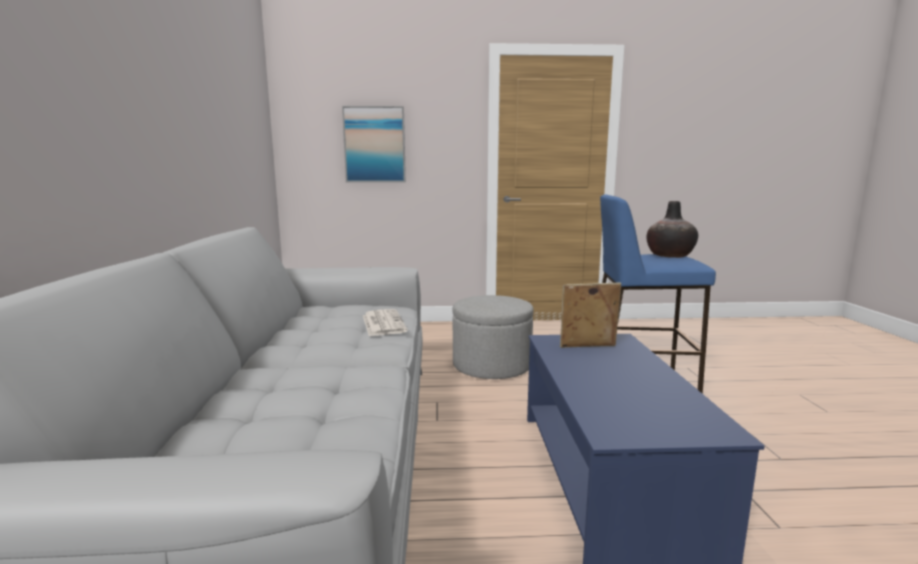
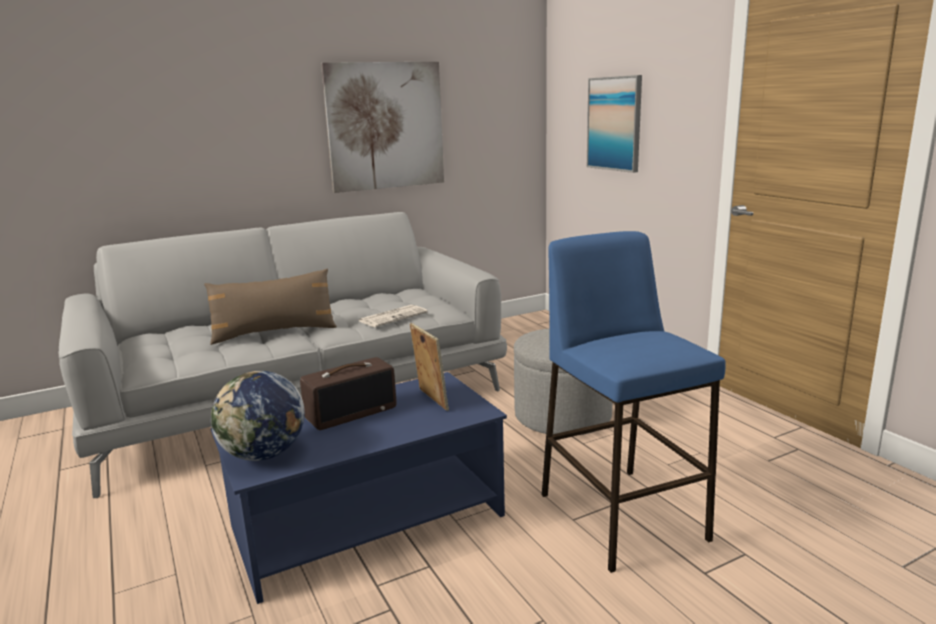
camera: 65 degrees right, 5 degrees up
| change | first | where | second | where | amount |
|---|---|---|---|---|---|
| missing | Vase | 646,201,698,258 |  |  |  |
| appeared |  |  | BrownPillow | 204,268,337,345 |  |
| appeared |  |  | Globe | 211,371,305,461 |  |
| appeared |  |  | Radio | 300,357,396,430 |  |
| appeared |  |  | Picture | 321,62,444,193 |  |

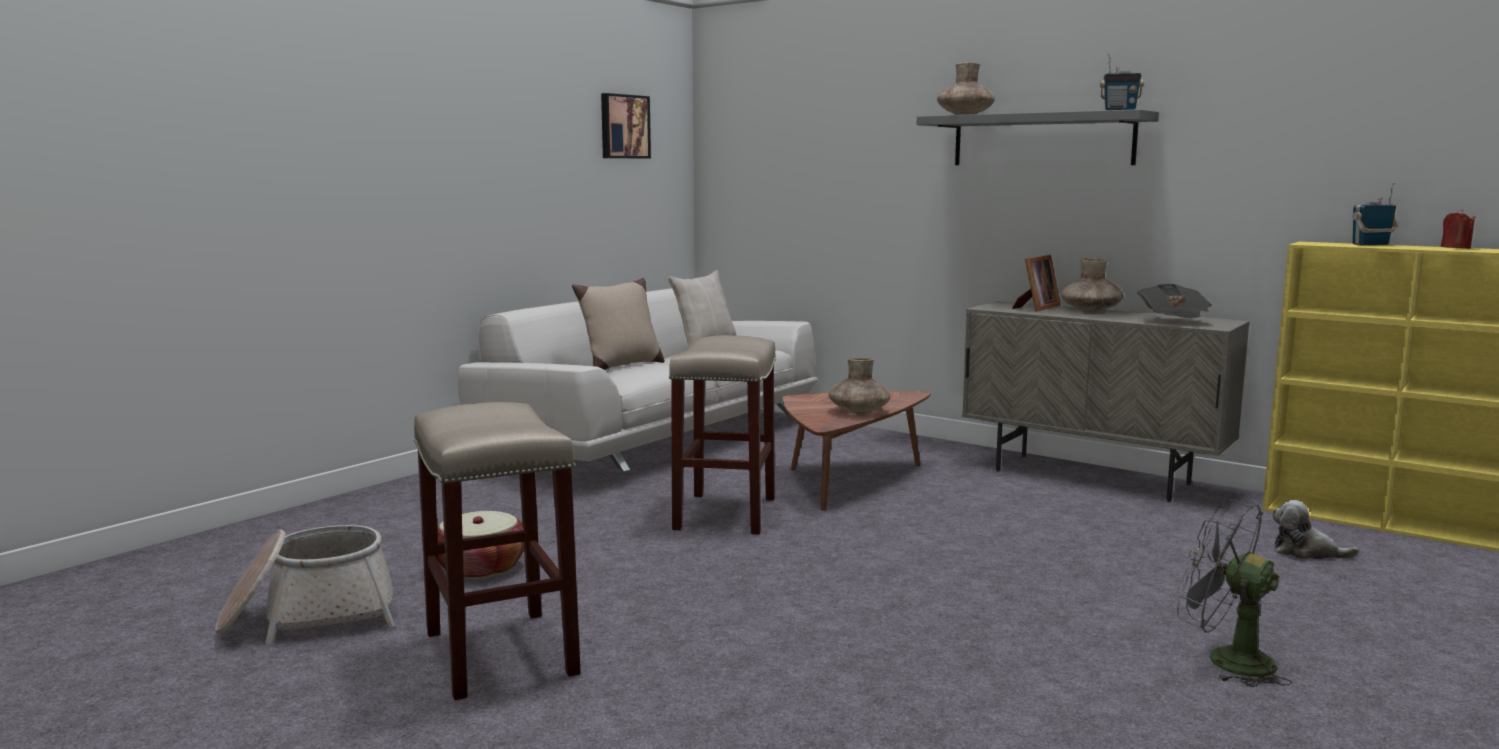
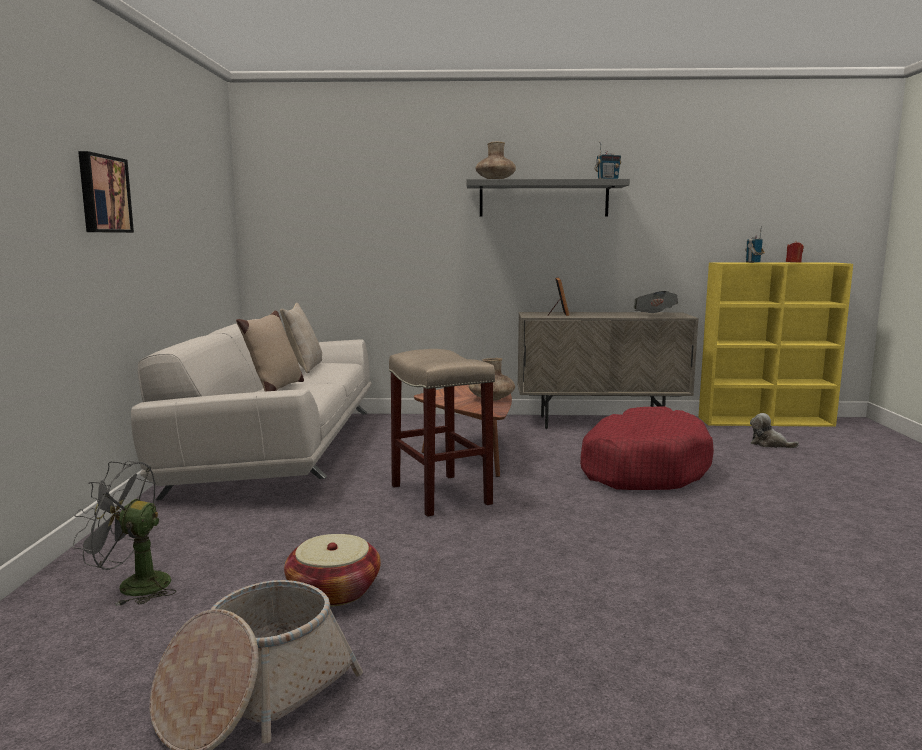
camera: 35 degrees left, 0 degrees up
| change | first | where | second | where | amount |
|---|---|---|---|---|---|
| missing | BeigeStool | 413,402,581,700 |  |  |  |
| missing | BrownVase | 1061,258,1124,312 |  |  |  |
| appeared |  |  | RedDogBed | 580,406,714,490 |  |
| relocated | Picture | 601,93,651,159 |  | 78,151,134,233 |  |
| relocated | GreyFan | 1177,498,1292,687 |  | 73,461,177,606 |  |
| spun | PlushToy | 1272,500,1359,559 |  | 750,413,799,448 | 45 degrees clockwise |

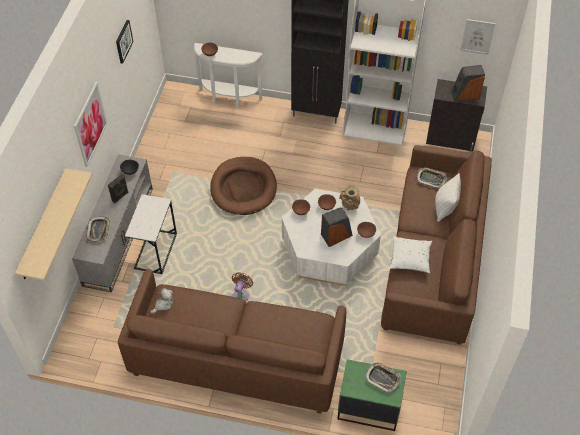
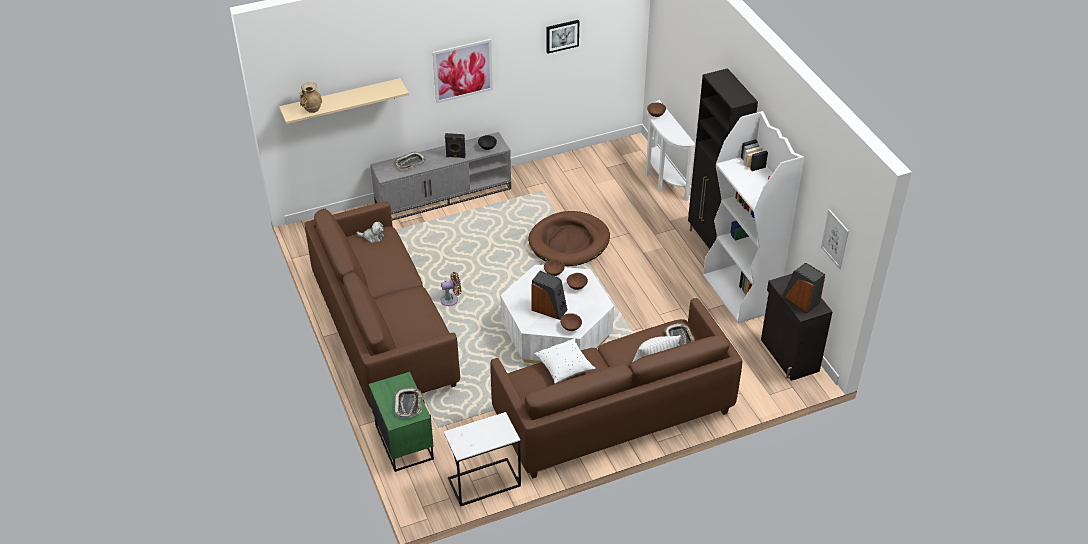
camera: 55 degrees right, 10 degrees down
| change | first | where | second | where | amount |
|---|---|---|---|---|---|
| relocated | WhiteSideTable | 125,194,177,274 |  | 444,412,521,506 |  |
| relocated | BeigeVase | 339,185,360,210 |  | 299,82,322,113 |  |

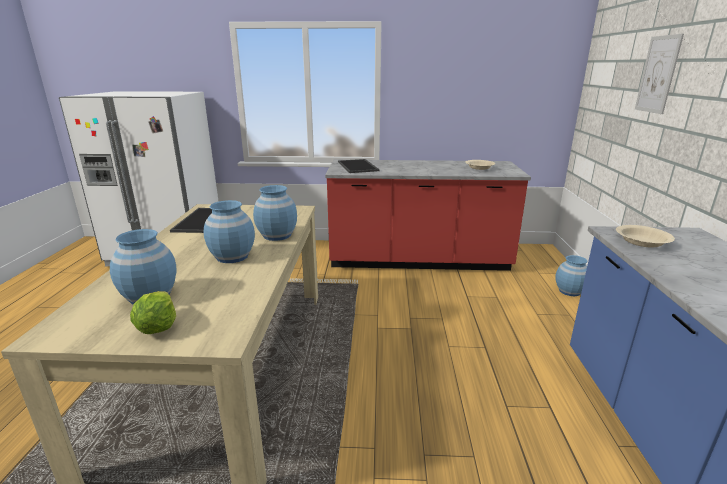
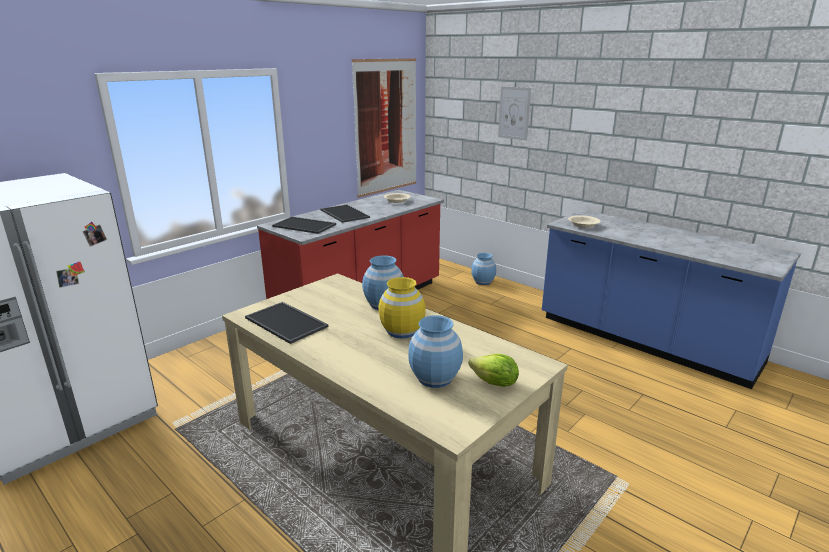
camera: 50 degrees left, 0 degrees up
| change | first | where | second | where | amount |
|---|---|---|---|---|---|
| appeared |  |  | Tray | 321,205,370,223 |  |
| appeared |  |  | Picture | 352,58,416,198 |  |
| colour | BlueVase | 204,200,255,263 | YellowVase | 378,277,426,339 |  |

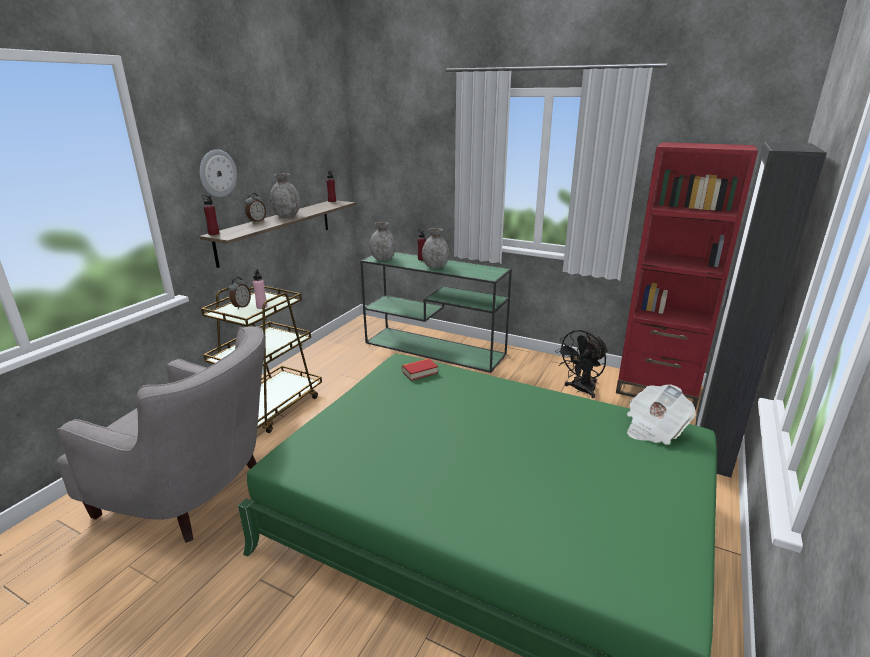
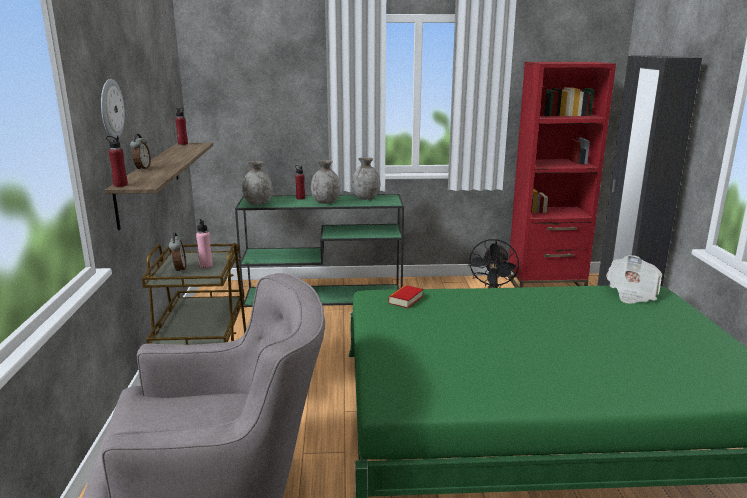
camera: 30 degrees left, 5 degrees down
| change | first | where | second | where | amount |
|---|---|---|---|---|---|
| relocated | GreyVase | 270,173,300,217 |  | 351,157,380,200 |  |

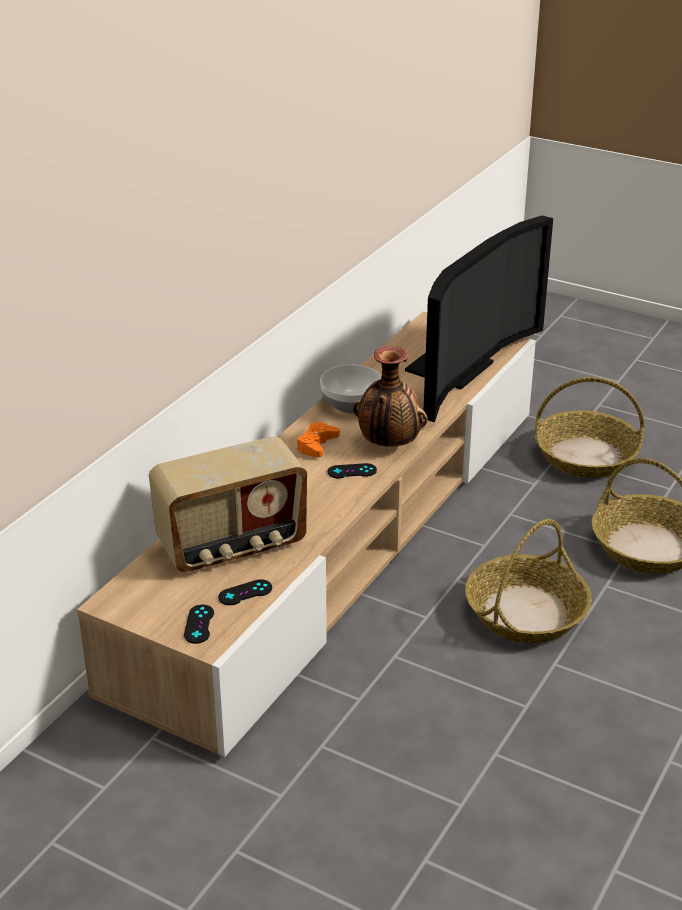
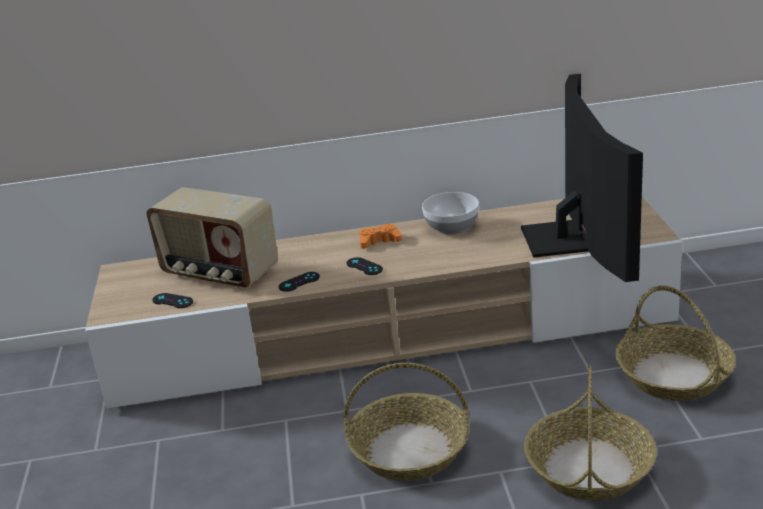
camera: 55 degrees right, 5 degrees down
| change | first | where | second | where | amount |
|---|---|---|---|---|---|
| missing | Vase | 353,346,428,447 |  |  |  |
| relocated | BlackGameController | 184,605,214,644 |  | 279,272,320,292 |  |
| spun | Television | 405,215,553,423 |  | 521,74,643,282 | 90 degrees counterclockwise |

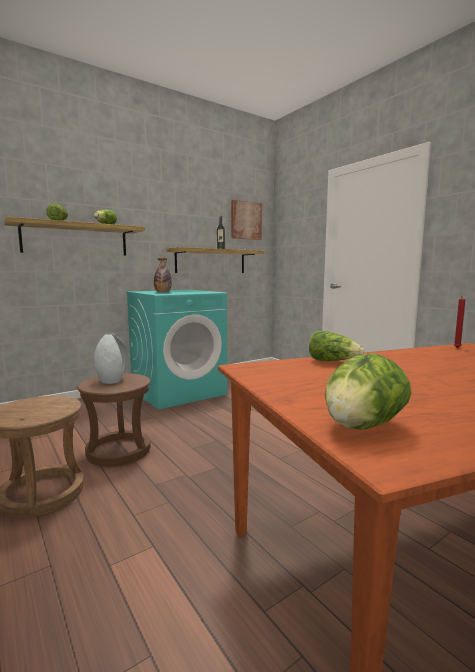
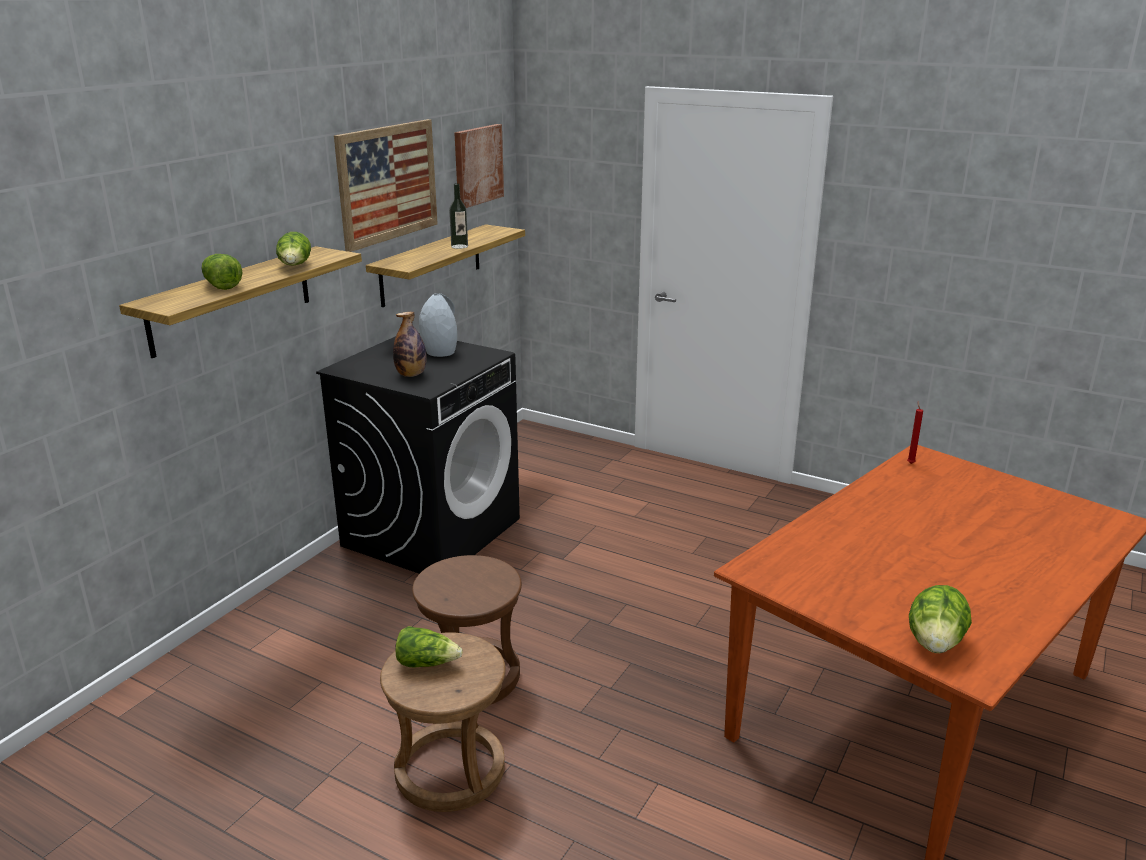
camera: 25 degrees left, 15 degrees up
| change | first | where | second | where | amount |
|---|---|---|---|---|---|
| appeared |  |  | Picture | 334,119,438,252 |  |
| relocated | GreyVase | 94,333,128,384 |  | 419,293,457,357 |  |
| relocated | Lettuce | 309,330,364,361 |  | 395,626,463,667 |  |
| colour | TurquoiseWashingMachine | 126,290,227,410 | BlackWashingMachine | 316,333,520,574 |  |

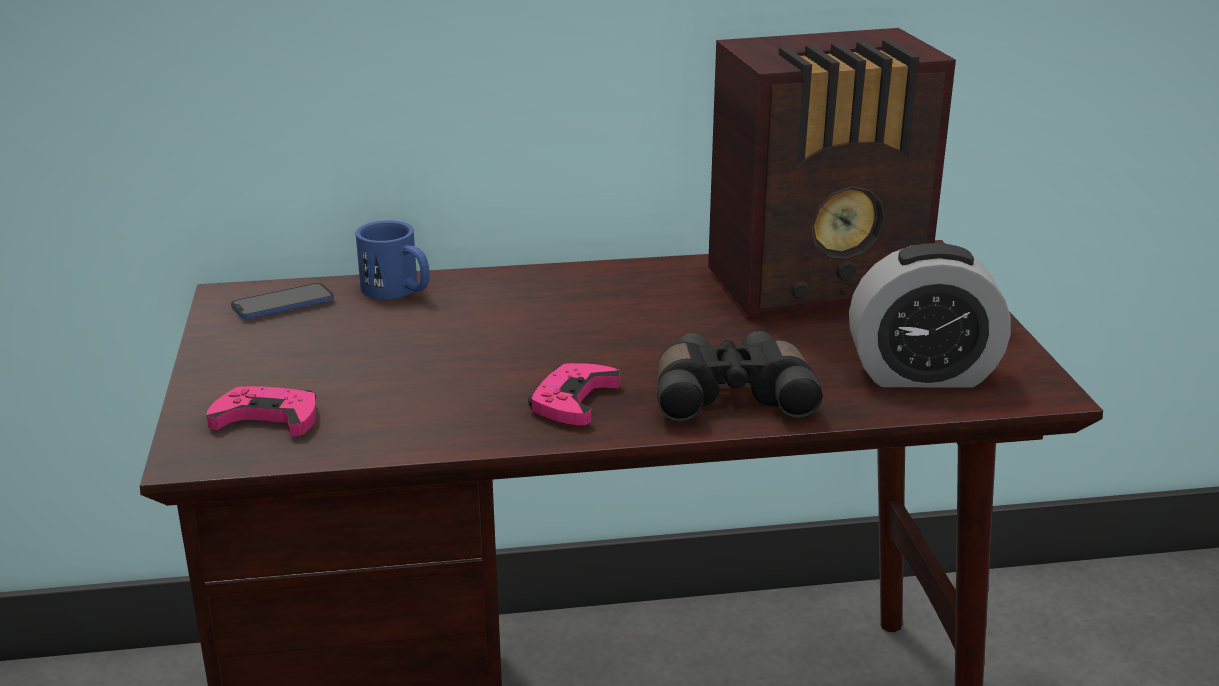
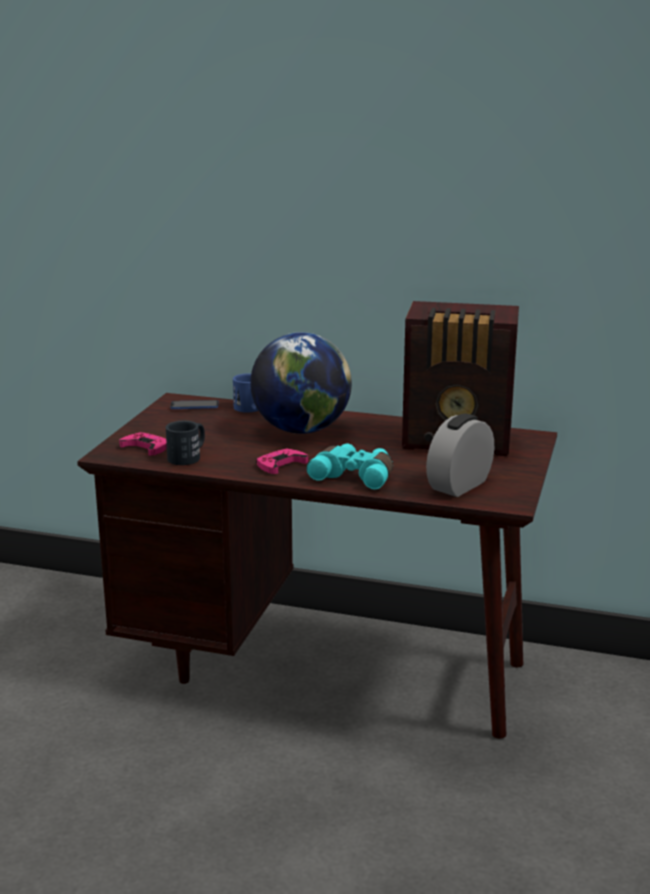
camera: 25 degrees right, 5 degrees down
| change | first | where | second | where | amount |
|---|---|---|---|---|---|
| appeared |  |  | BlackMug | 166,421,205,465 |  |
| appeared |  |  | Globe | 250,332,352,434 |  |
| colour | BlackBinoculars | 657,331,822,421 | TurquoiseBinoculars | 307,443,393,489 |  |
| spun | AlarmClock | 849,243,1011,388 |  | 426,414,494,497 | 105 degrees clockwise |

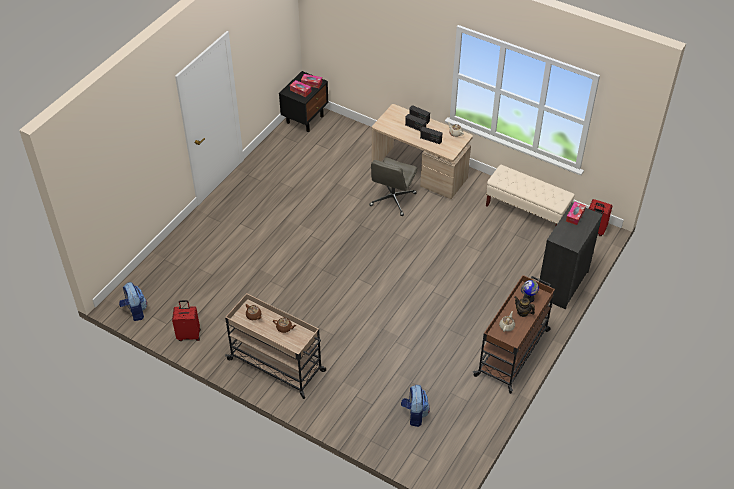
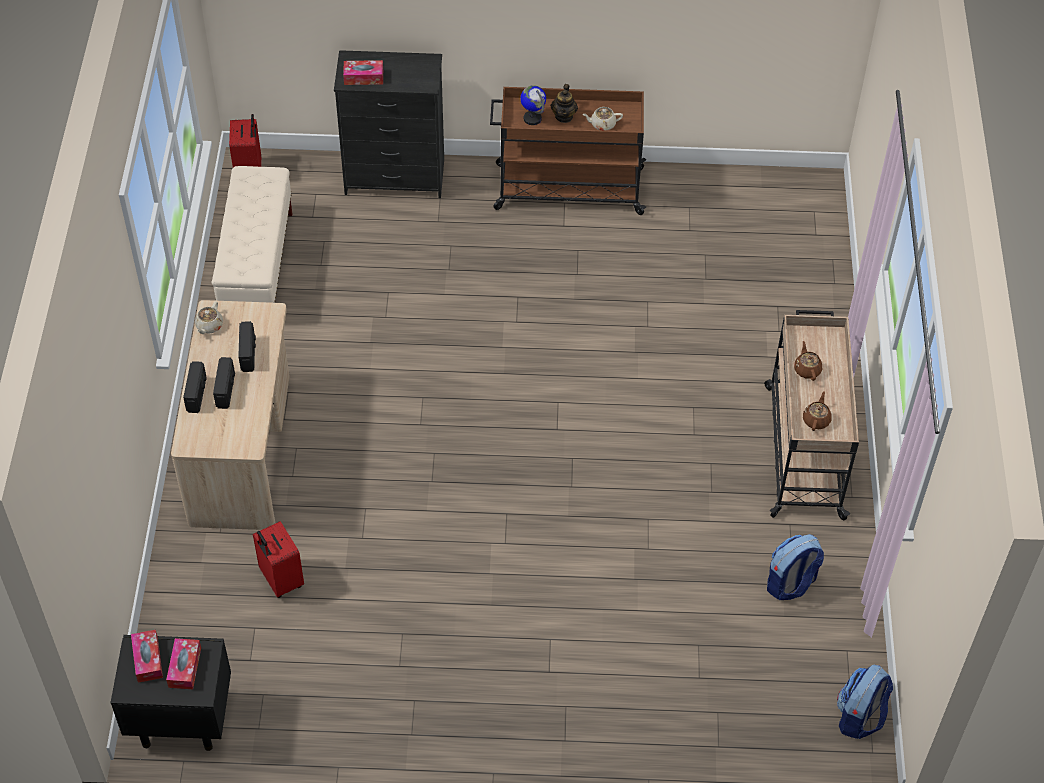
camera: 120 degrees left, 5 degrees up
| change | first | where | second | where | amount |
|---|---|---|---|---|---|
| missing | GreyOfficeChair | 369,158,417,216 |  |  |  |
| relocated | RedSuitcase | 172,300,201,341 |  | 253,521,304,598 |  |
| relocated | Backpack | 401,385,430,427 |  | 767,534,824,600 |  |

